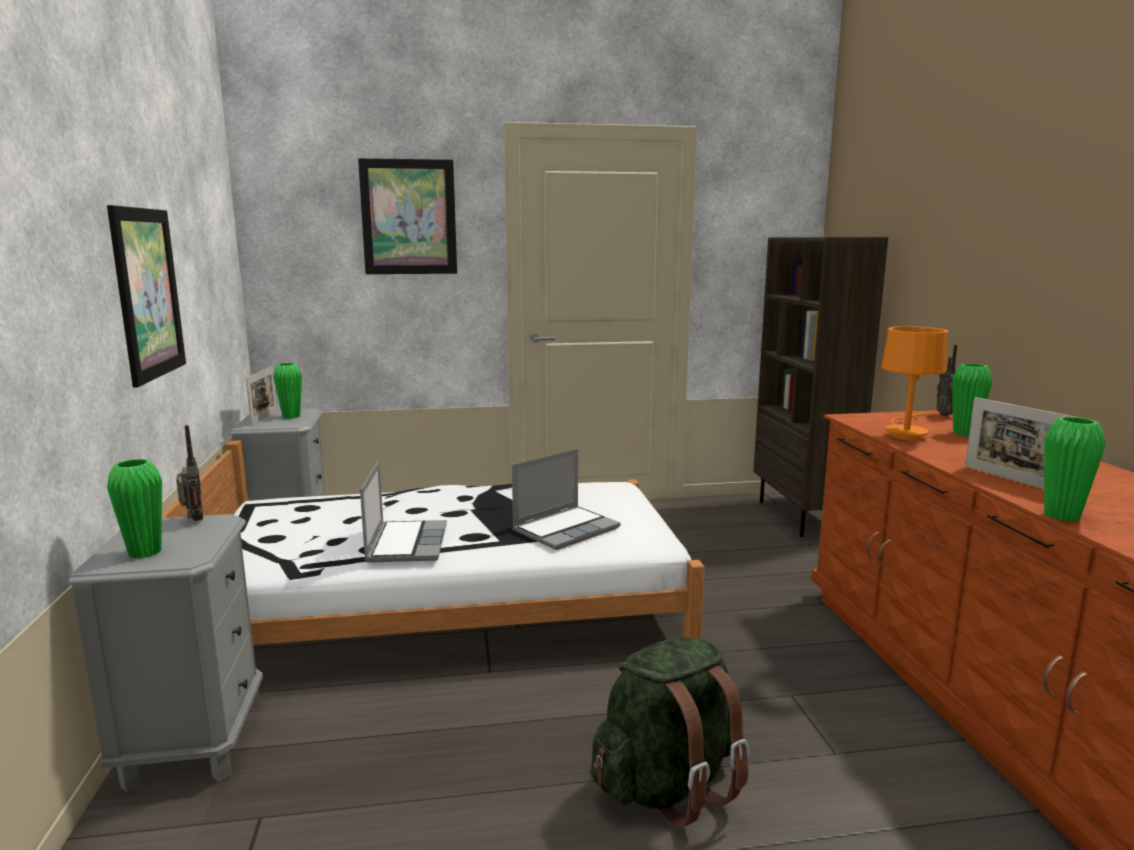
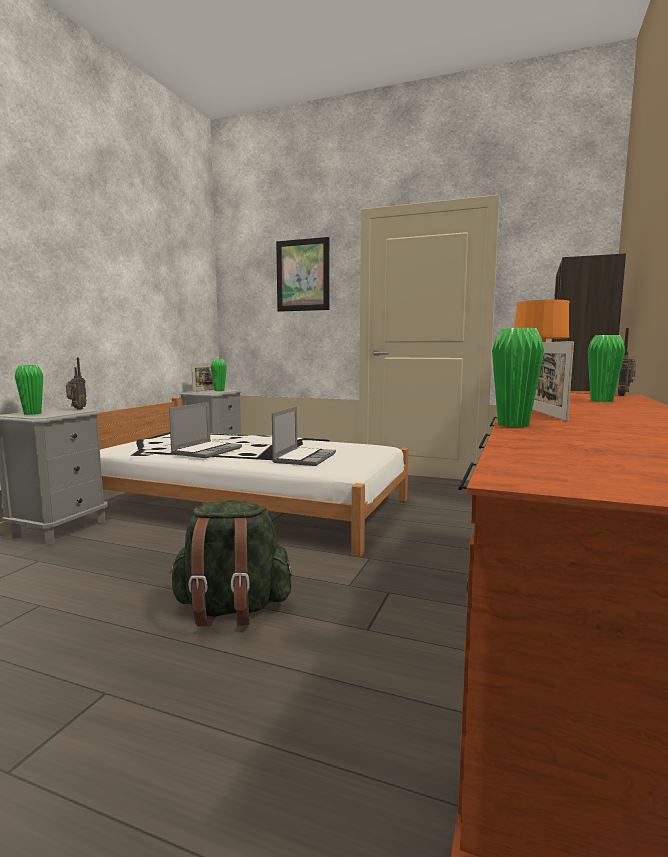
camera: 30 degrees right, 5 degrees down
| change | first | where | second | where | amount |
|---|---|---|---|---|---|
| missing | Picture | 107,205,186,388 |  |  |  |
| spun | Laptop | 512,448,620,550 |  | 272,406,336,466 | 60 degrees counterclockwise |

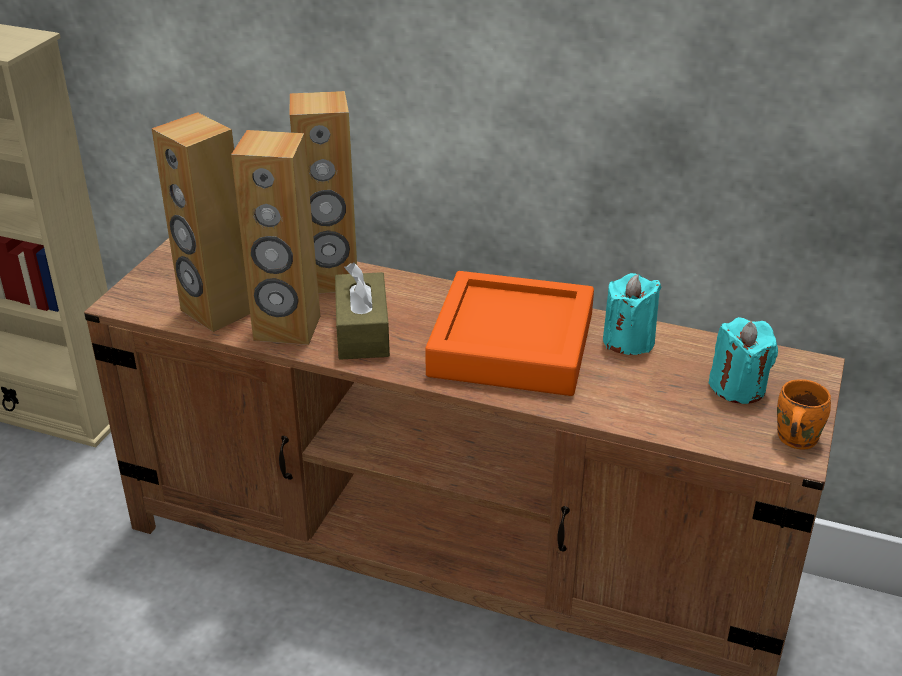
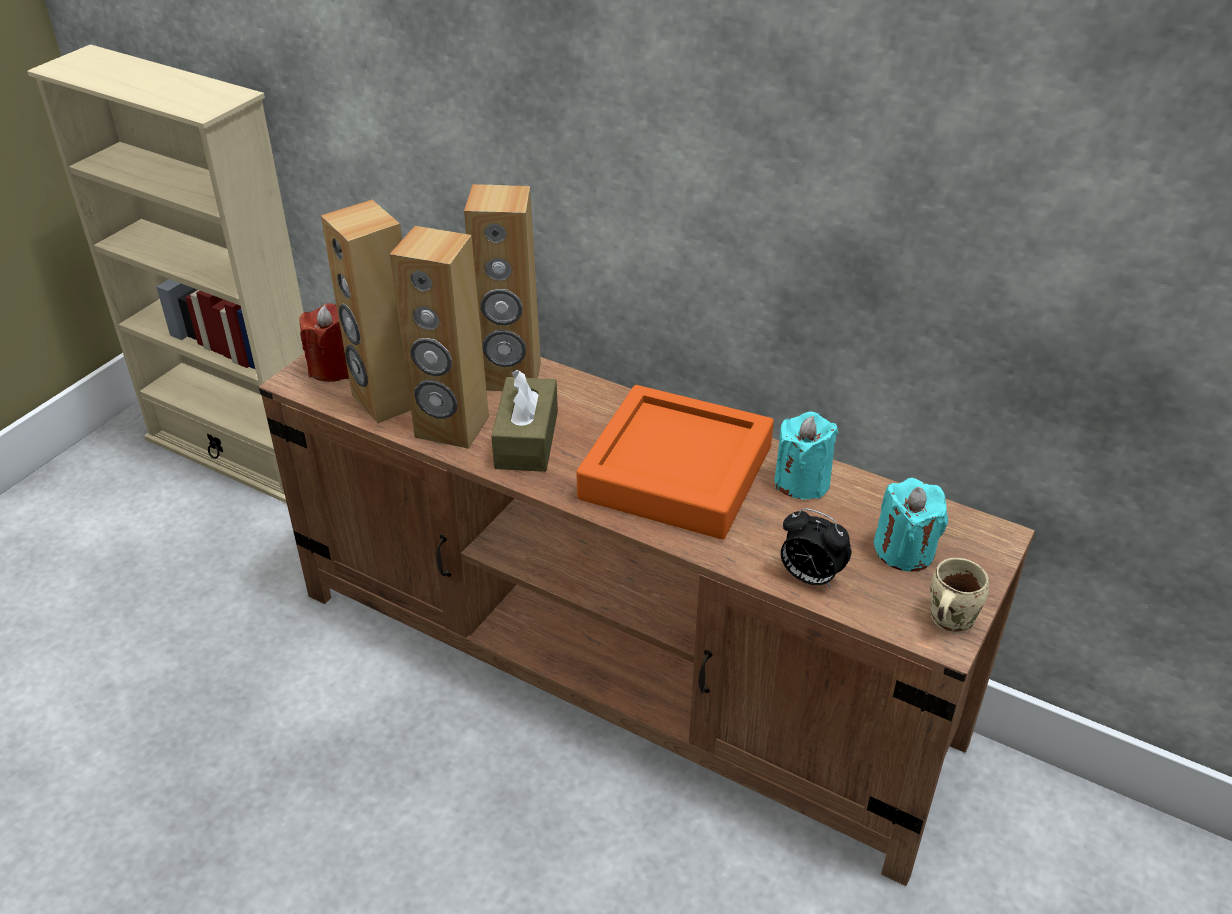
camera: 10 degrees right, 5 degrees up
| change | first | where | second | where | amount |
|---|---|---|---|---|---|
| appeared |  |  | RedCandle | 299,303,349,382 |  |
| appeared |  |  | AlarmClock | 781,508,851,588 |  |
| colour | OrangeMug | 777,379,831,449 | BeigeMug | 930,558,989,634 |  |

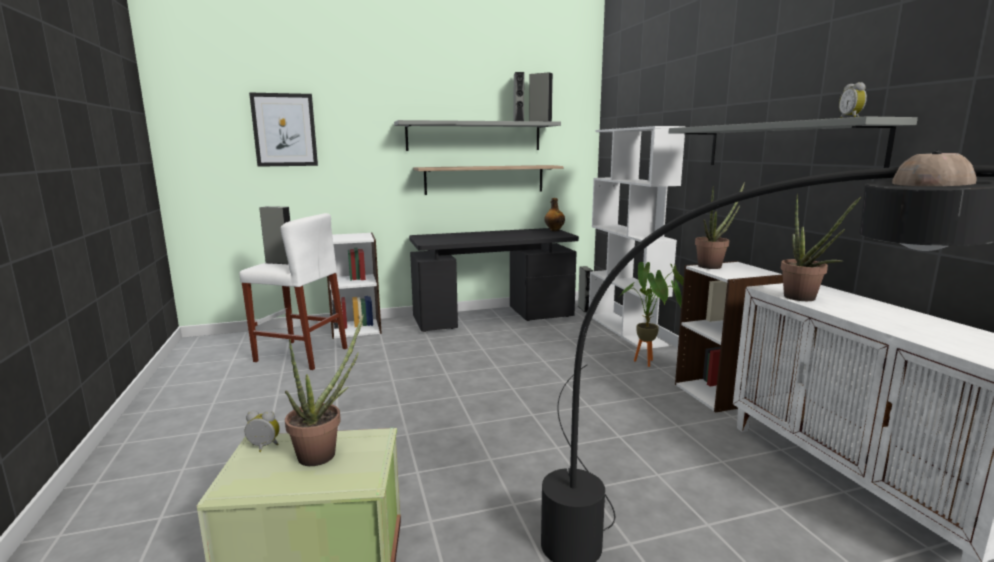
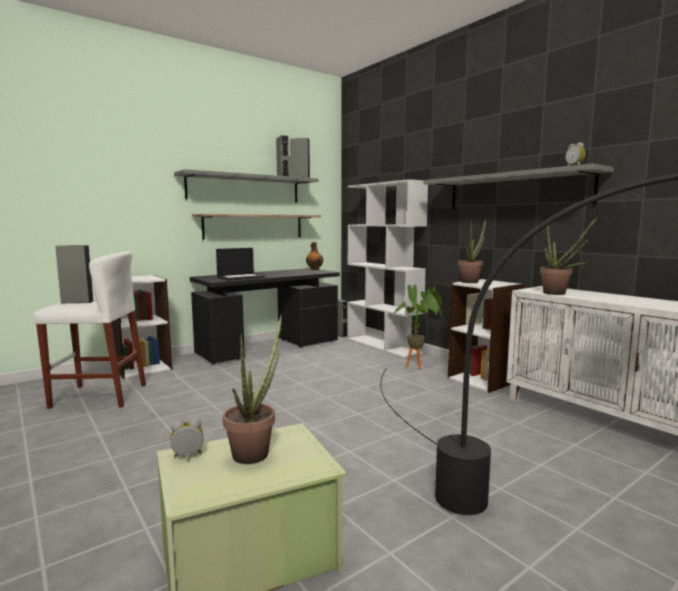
camera: 20 degrees left, 5 degrees down
| change | first | where | second | where | amount |
|---|---|---|---|---|---|
| missing | Picture | 249,93,318,167 |  |  |  |
| appeared |  |  | Laptop | 216,248,265,281 |  |

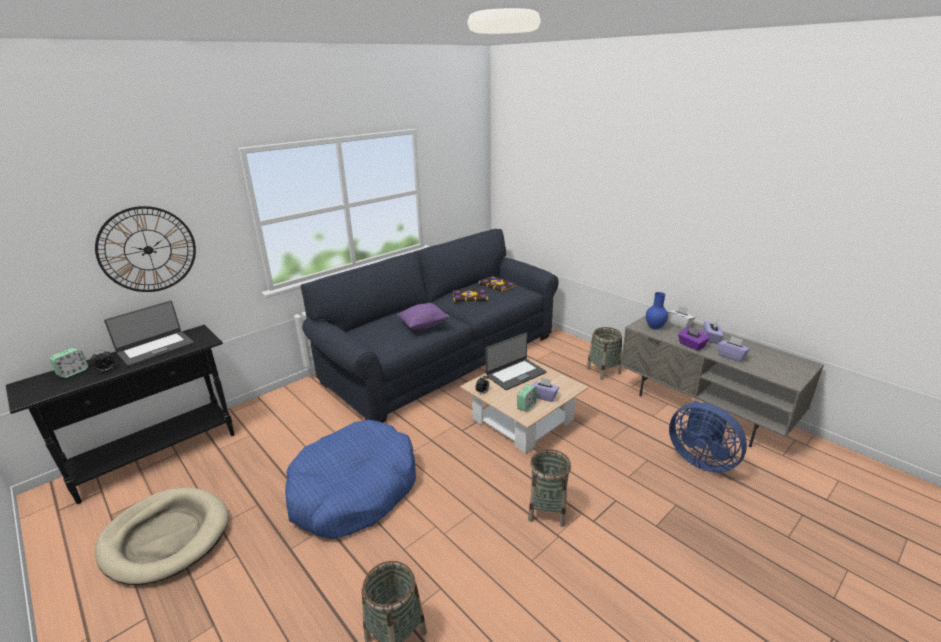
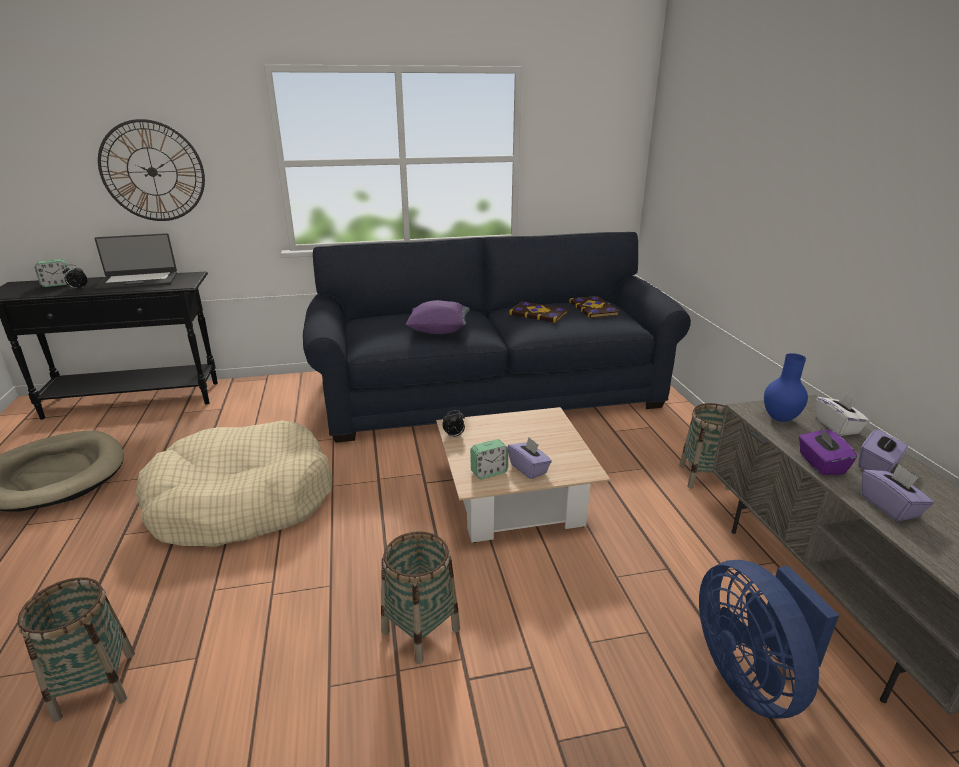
camera: 30 degrees right, 0 degrees up
| change | first | where | second | where | amount |
|---|---|---|---|---|---|
| missing | Laptop | 486,333,547,390 |  |  |  |
| colour | BlueDogBed | 285,420,416,539 | BeigeDogBed | 135,421,332,547 |  |

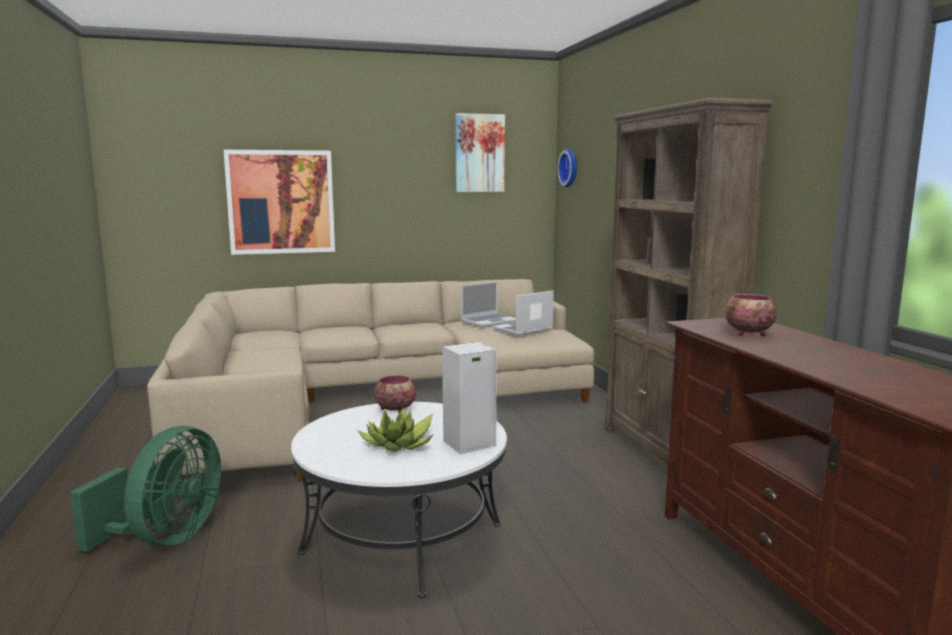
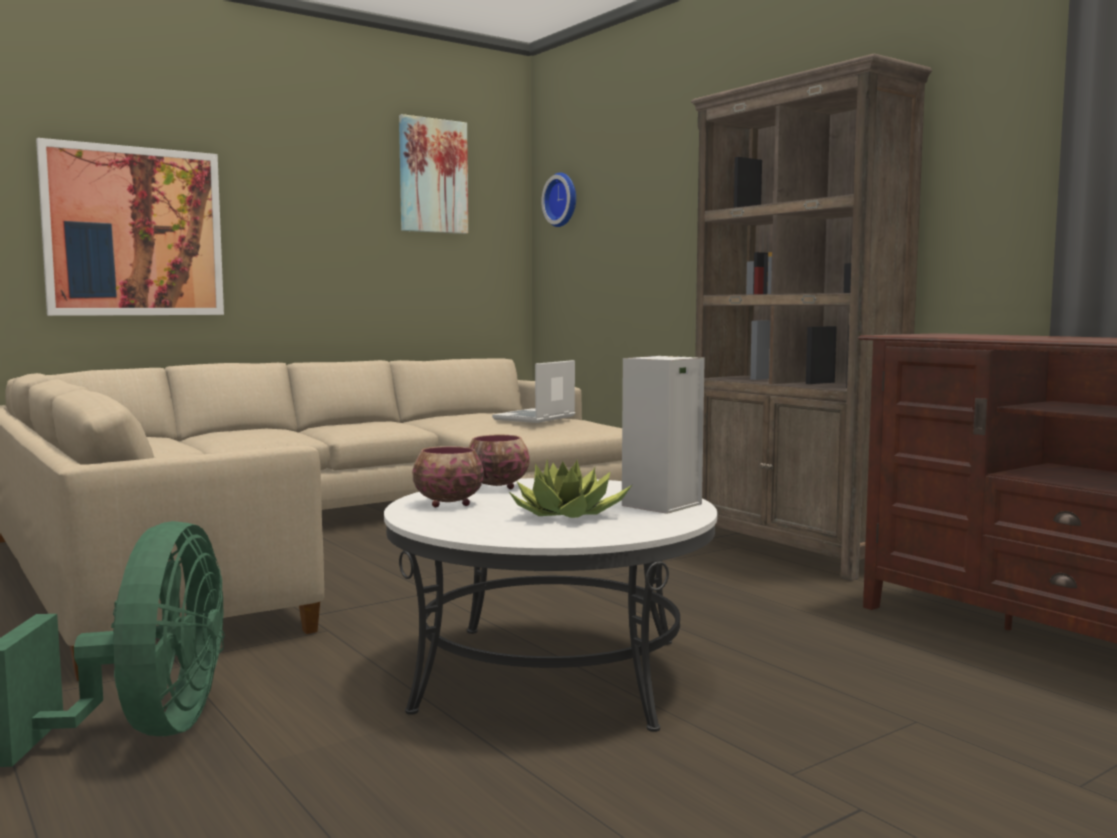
camera: 20 degrees left, 5 degrees down
| change | first | where | second | where | amount |
|---|---|---|---|---|---|
| missing | Laptop | 461,281,516,328 |  |  |  |
| relocated | Bowl | 725,294,777,336 |  | 412,446,484,507 |  |

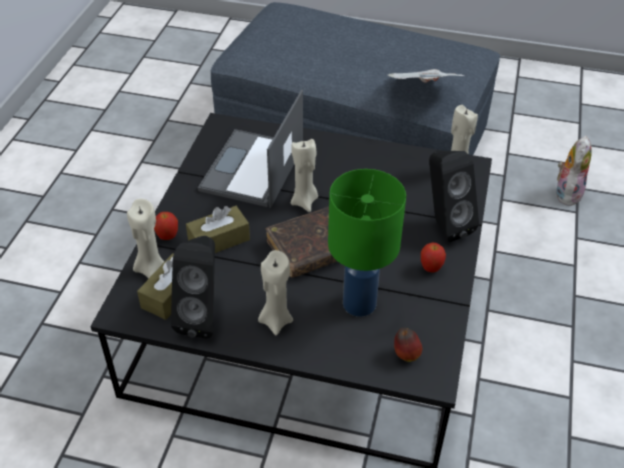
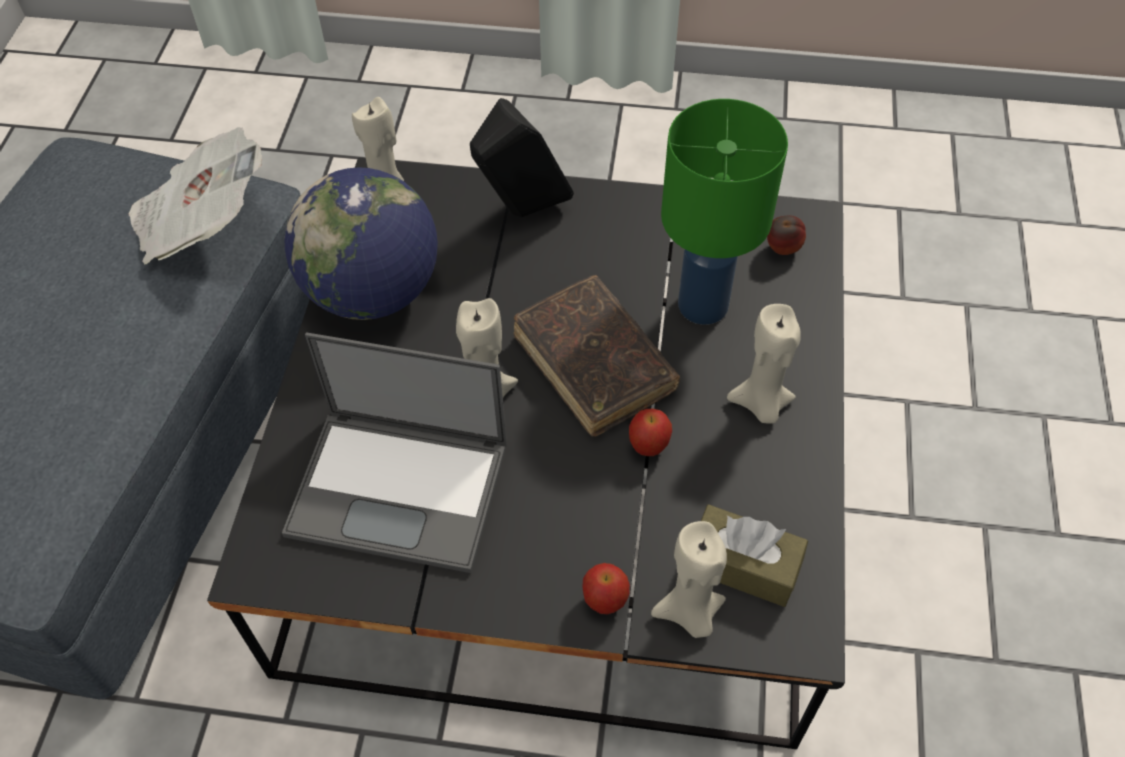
camera: 95 degrees left, 10 degrees up
| change | first | where | second | where | amount |
|---|---|---|---|---|---|
| missing | BlackSpeaker | 171,236,215,338 |  |  |  |
| missing | BrownTissueBox | 186,206,250,253 |  |  |  |
| missing | PlushToy | 556,136,592,206 |  |  |  |
| appeared |  |  | Globe | 284,167,438,320 |  |
| relocated | Apple | 421,243,446,273 |  | 629,409,672,456 |  |

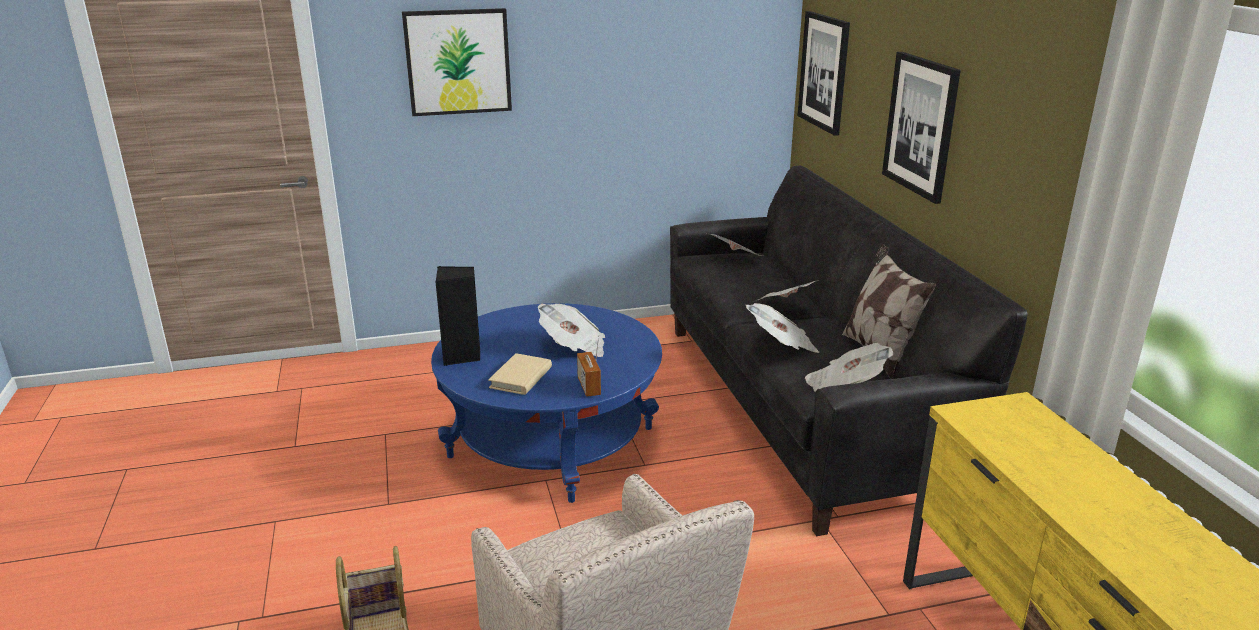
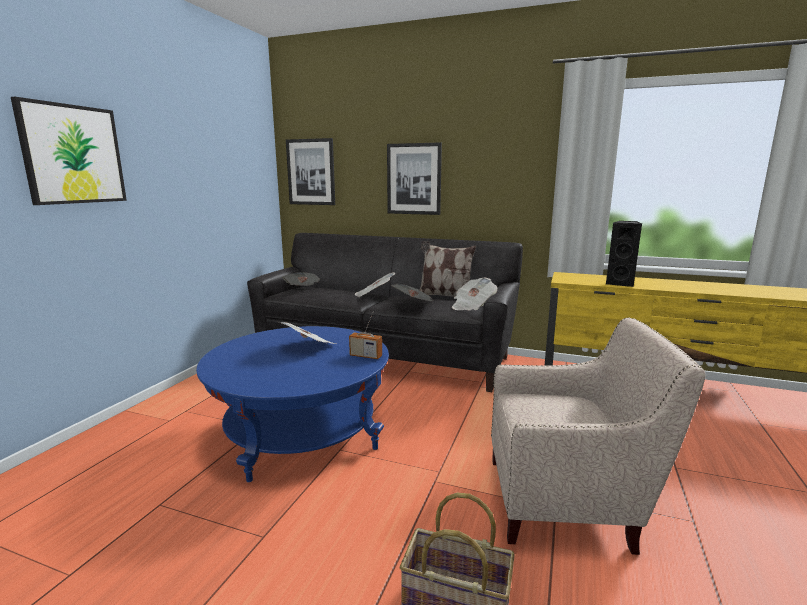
camera: 55 degrees left, 10 degrees down
| change | first | where | second | where | amount |
|---|---|---|---|---|---|
| missing | BeigeBook | 488,353,552,395 |  |  |  |
| relocated | BlackSpeaker | 435,266,480,366 |  | 606,221,642,287 |  |

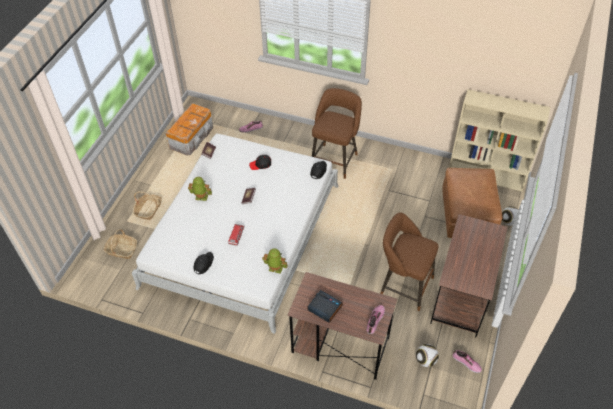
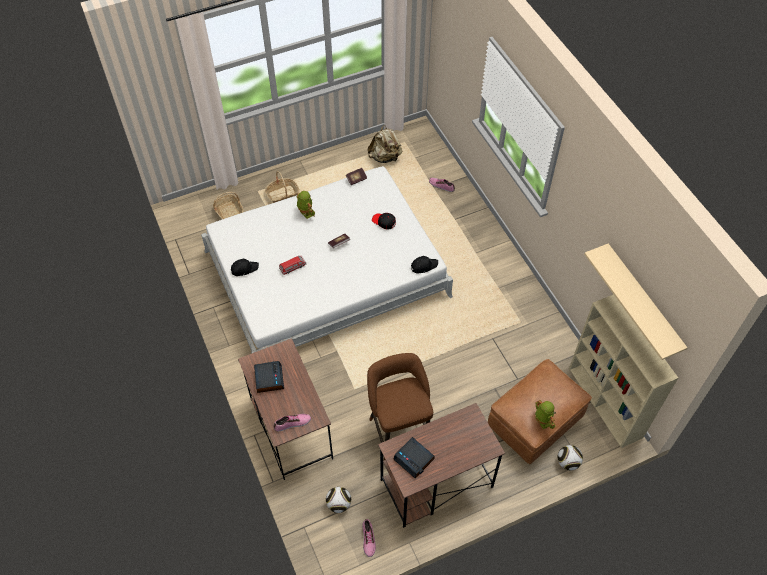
camera: 45 degrees right, 5 degrees up
| change | first | where | second | where | amount |
|---|---|---|---|---|---|
| missing | BrownStool | 312,88,362,179 |  |  |  |
| appeared |  |  | AlarmClock | 394,437,435,478 |  |
| appeared |  |  | BeigeShelf | 584,243,688,360 |  |
| relocated | ToyRobot | 262,248,288,274 |  | 535,400,556,429 |  |
| exchanged | StorageBox | 166,103,213,156 | BeigeBackpack | 368,125,402,163 |  |

